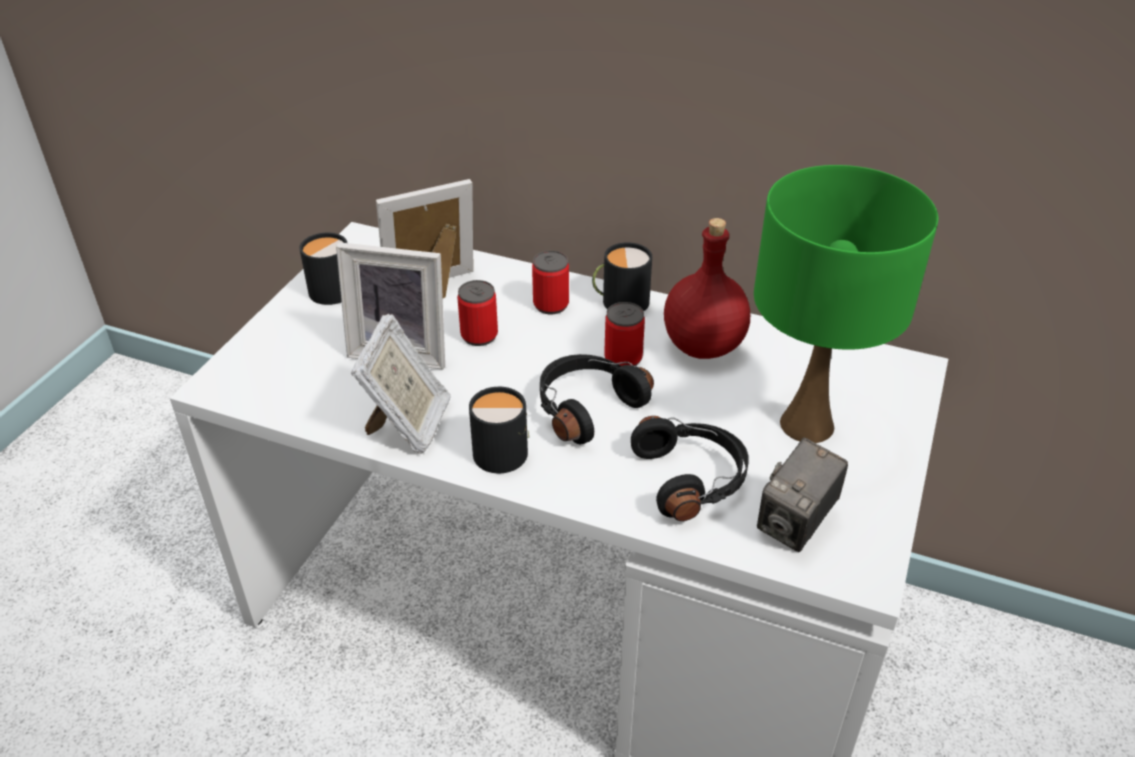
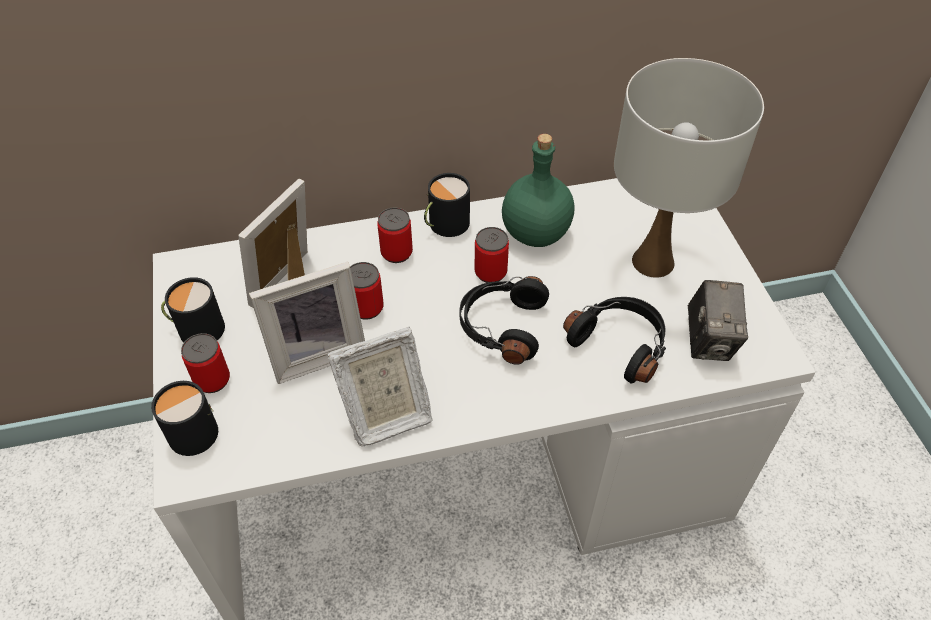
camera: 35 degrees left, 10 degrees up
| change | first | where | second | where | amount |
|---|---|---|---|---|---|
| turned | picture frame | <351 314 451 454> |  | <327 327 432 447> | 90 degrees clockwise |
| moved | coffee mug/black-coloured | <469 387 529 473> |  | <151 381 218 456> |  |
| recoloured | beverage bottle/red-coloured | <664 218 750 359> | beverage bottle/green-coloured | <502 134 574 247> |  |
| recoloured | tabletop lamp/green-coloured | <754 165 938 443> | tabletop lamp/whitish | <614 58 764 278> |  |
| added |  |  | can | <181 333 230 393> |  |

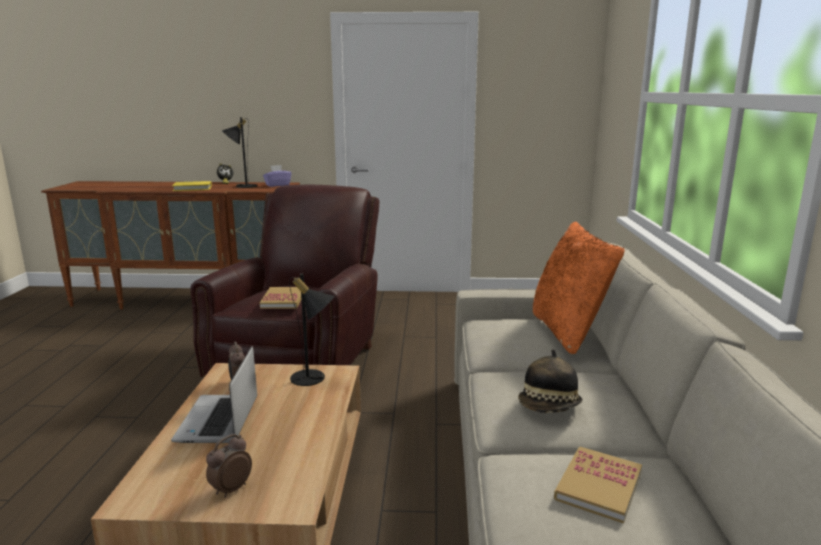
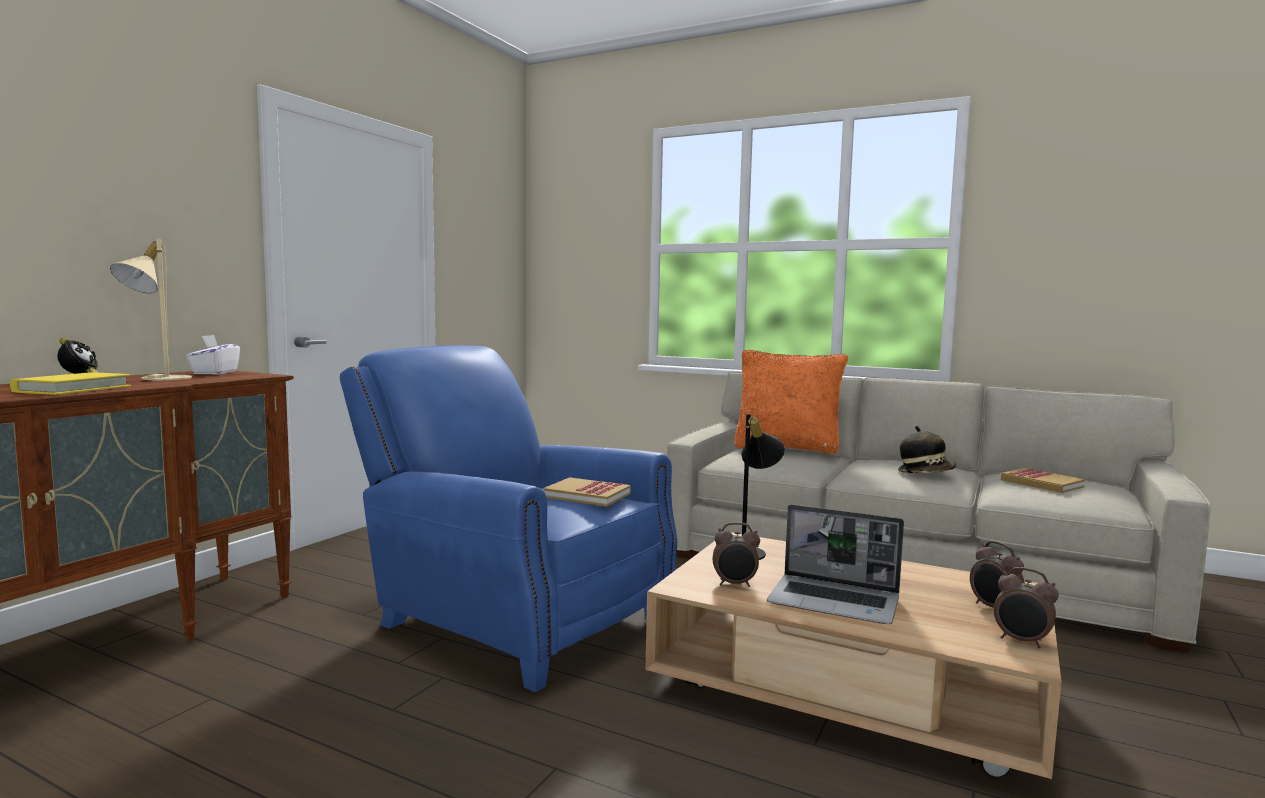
camera: 65 degrees left, 10 degrees down
| change | first | where | second | where | amount |
|---|---|---|---|---|---|
| recoloured | armchair/brown | <190 185 380 377> | armchair/blue | <340 345 677 693> |  |
| recoloured | tabletop lamp/black-coloured | <222 117 257 188> | tabletop lamp/sand-coloured | <110 239 192 380> |  |
| recoloured | tissue holder/purple | <263 165 292 187> | tissue holder/whitish | <186 335 240 374> |  |
| added |  |  | alarm clock | <994 567 1059 648> |  |

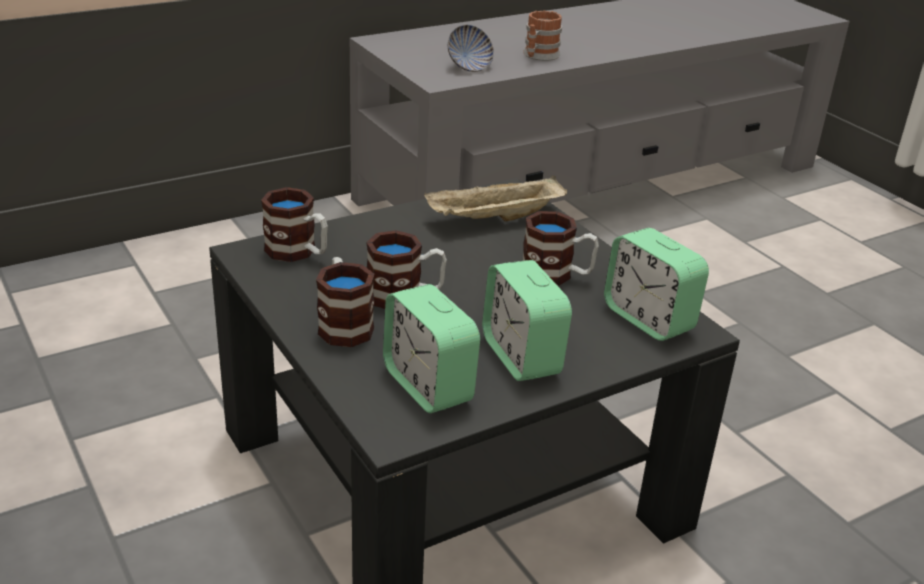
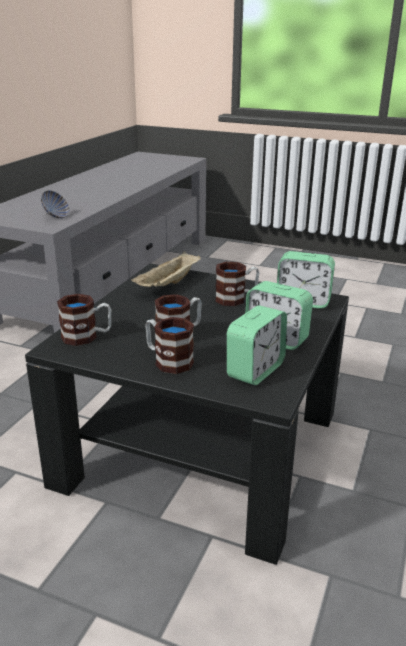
camera: 35 degrees left, 5 degrees down
| change | first | where | second | where | amount |
|---|---|---|---|---|---|
| turned | alarm clock | <383 284 480 413> |  | <227 305 287 385> | 75 degrees counterclockwise |
| removed | coffee mug | <523 10 562 61> |  |  |  |

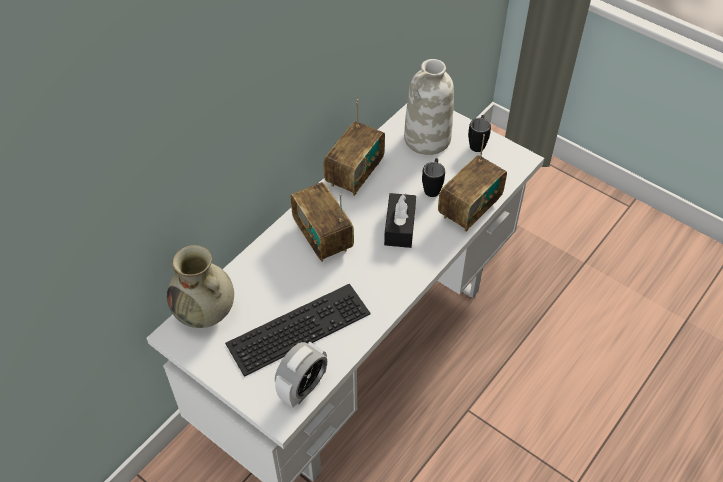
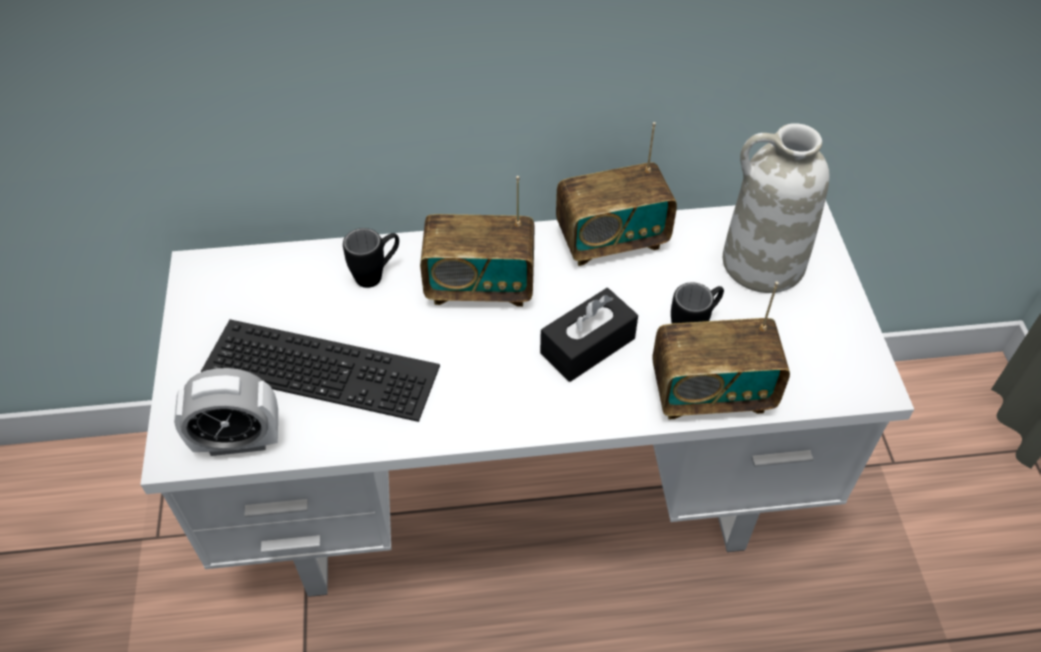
camera: 45 degrees right, 0 degrees up
| change | first | where | second | where | amount |
|---|---|---|---|---|---|
| removed | flower vase/sand-coloured | <167 245 234 328> |  |  |  |
| turned | radio receiver | <290 182 354 262> |  | <420 176 534 307> | 105 degrees counterclockwise |
| moved | coffee mug/black-coloured | <468 115 491 152> |  | <343 228 399 288> |  |

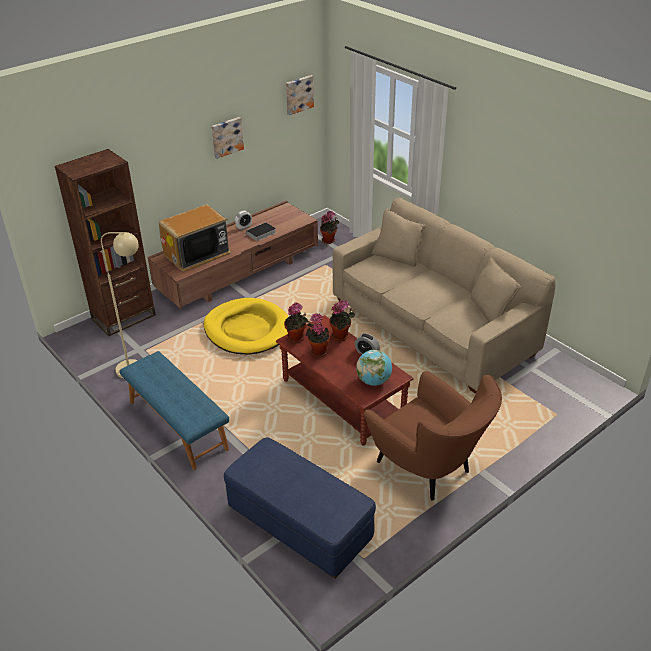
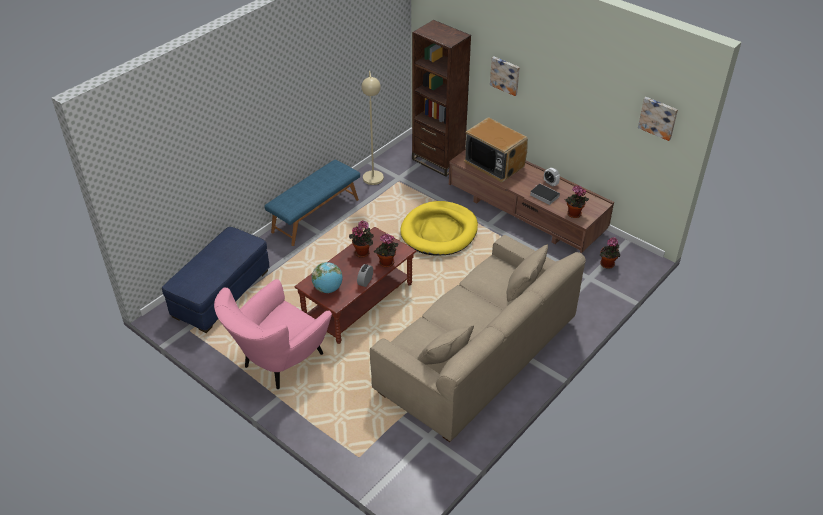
camera: 80 degrees right, 5 degrees up
| change | first | where | second | where | amount |
|---|---|---|---|---|---|
| moved | wall art | <211 117 244 159> |  | <490 56 520 96> |  |
| moved | potted plant | <284 302 308 343> |  | <564 185 589 218> |  |
| recoloured | armchair/brown | <364 371 502 500> | armchair/pink-coloured | <214 279 332 389> |  |

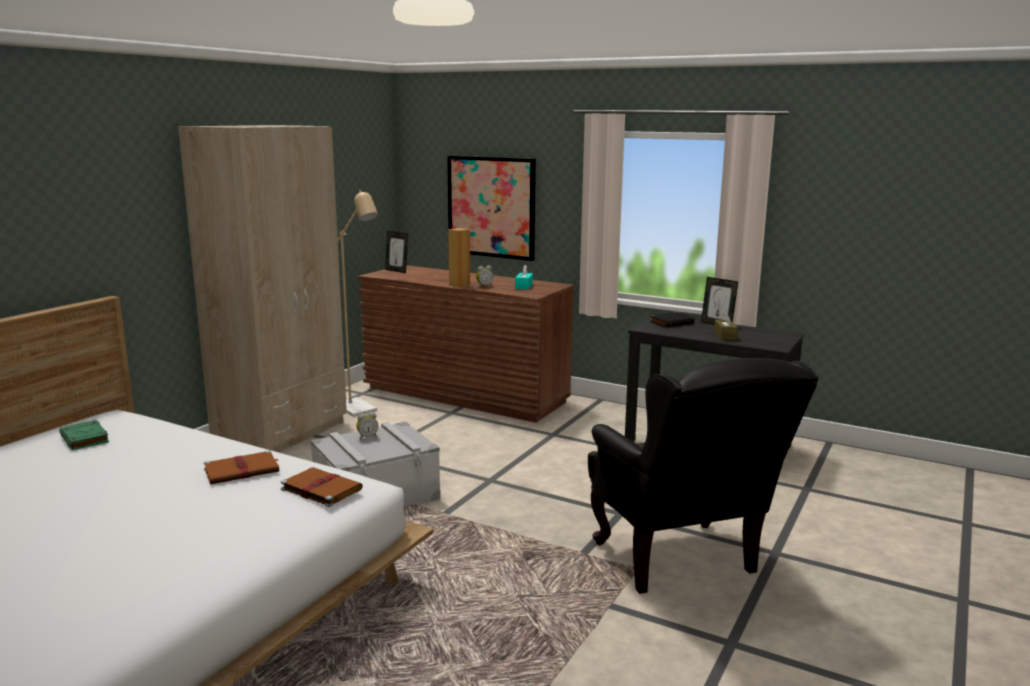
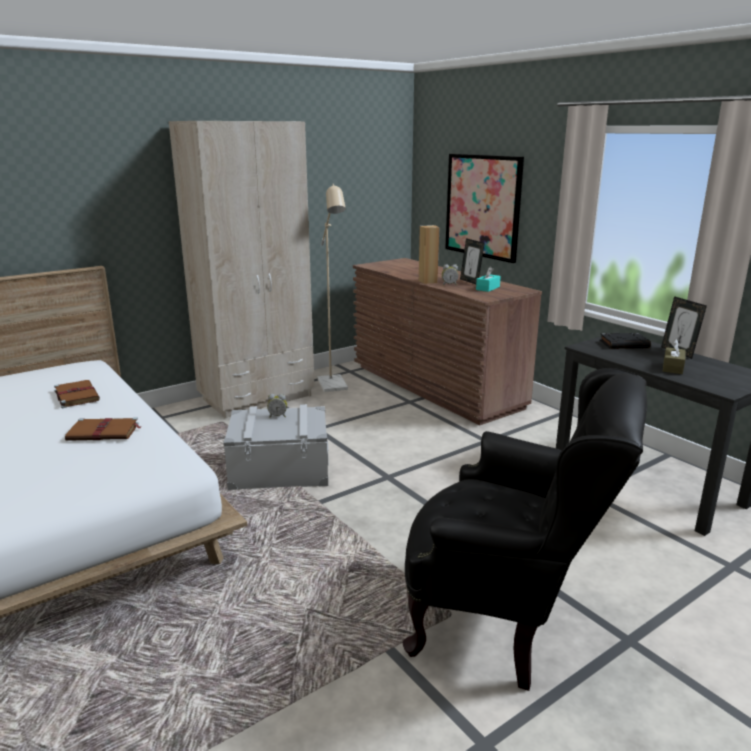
camera: 25 degrees right, 5 degrees up
| change | first | where | second | where | amount |
|---|---|---|---|---|---|
| removed | book/green-coloured | <59 420 109 450> |  |  |  |
| moved | book/brown | <281 467 363 507> |  | <54 380 100 408> |  |
| moved | picture frame | <385 231 408 273> |  | <460 238 485 284> |  |
| turned | armchair/black-coloured | <588 358 818 594> |  | <403 368 647 691> | 75 degrees counterclockwise |

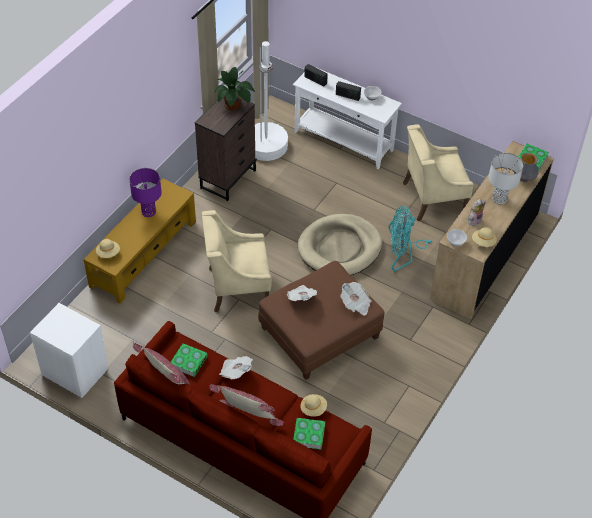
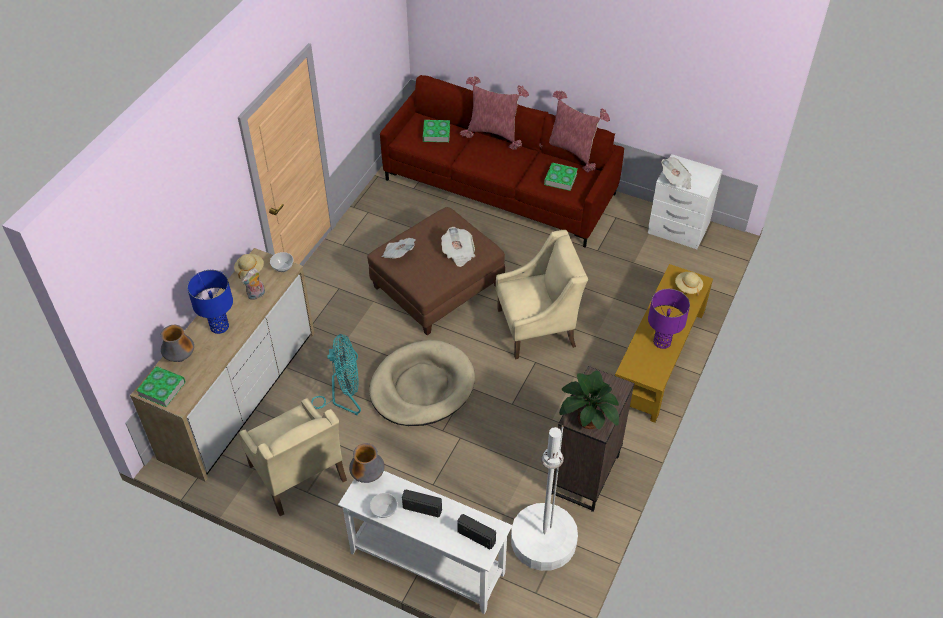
camera: 175 degrees right, 0 degrees up
| change | first | where | second | where | amount |
|---|---|---|---|---|---|
| moved | printed paper | <219 356 252 379> |  | <661 157 692 189> |  |
| removed | wearable hat/sand-coloured | <300 394 327 417> |  |  |  |
| turned | armchair/sand-coloured | <403 124 474 221> |  | <239 398 347 516> | 75 degrees clockwise |
| recoloured | tabletop lamp/whitish | <488 153 523 204> | tabletop lamp/blue | <187 270 233 334> |  |
| added |  |  | flower vase | <349 443 384 483> |  |

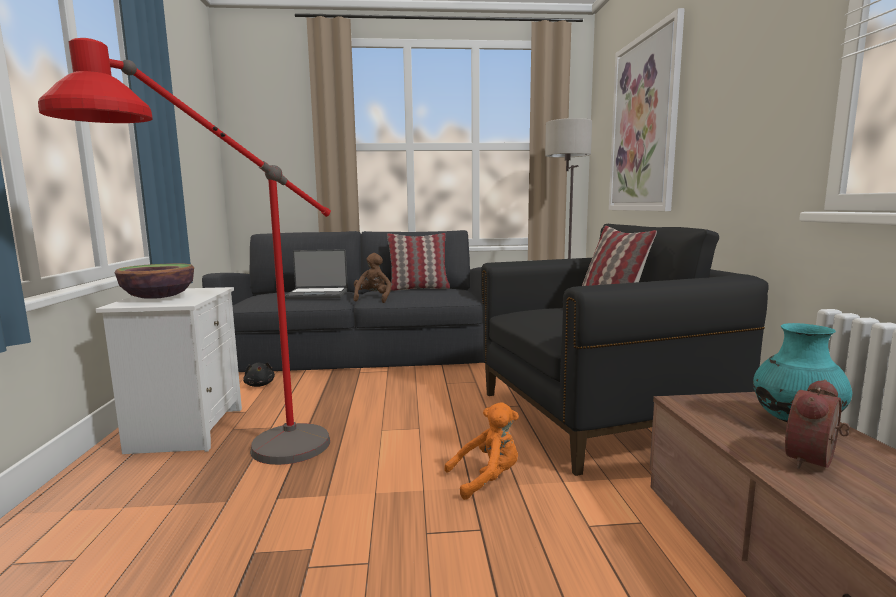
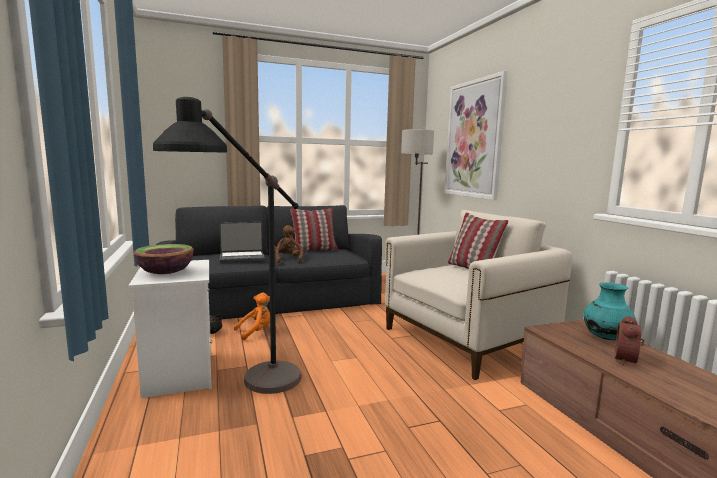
camera: 15 degrees left, 0 degrees up
| change | first | where | second | where | amount |
|---|---|---|---|---|---|
| recoloured | standard lamp/red-coloured | <38 38 331 465> | standard lamp/black-coloured | <153 97 301 394> |  |
| moved | soft toy/orangey | <444 402 519 500> |  | <234 293 270 340> |  |
| recoloured | armchair/black-coloured | <481 224 769 476> | armchair/sand-coloured | <385 210 573 380> |  |

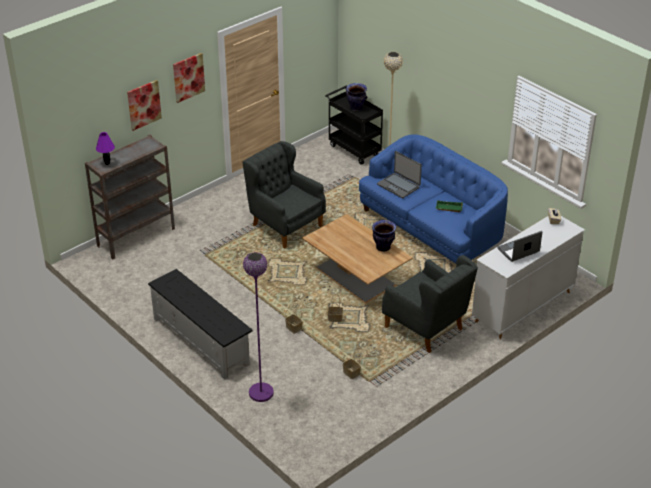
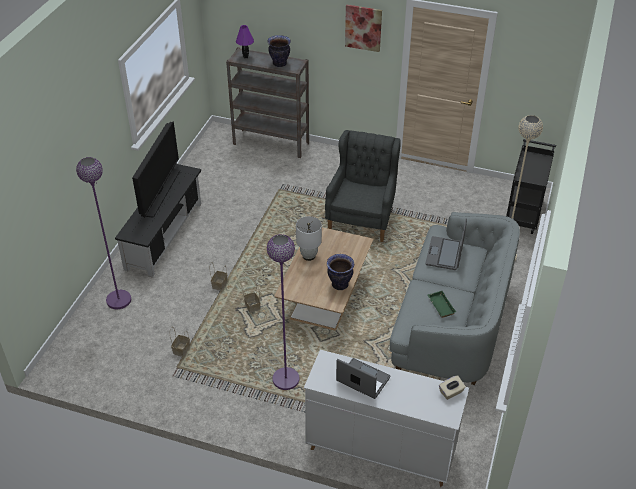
camera: 60 degrees right, 5 degrees up
| change | first | where | second | where | amount |
|---|---|---|---|---|---|
| removed | wall art | <127 80 162 131> |  |  |  |
| moved | flower vase | <346 83 367 111> |  | <267 35 291 67> |  |
| recoloured | couch/blue | <359 134 508 263> | couch/greyish | <389 212 520 385> |  |
| replaced | armchair/greyish | <382 255 478 353> | standard lamp/purple | <267 234 299 390> |  |
| added |  |  | TV set | <132 121 180 218> |  |
| added |  |  | tabletop lamp/whitish | <296 216 322 261> |  |

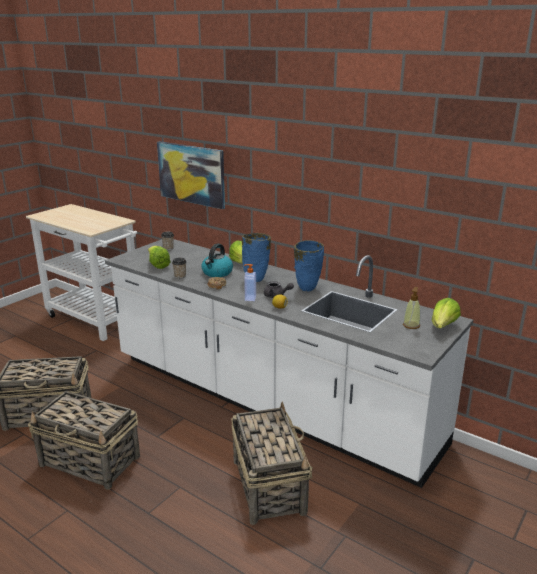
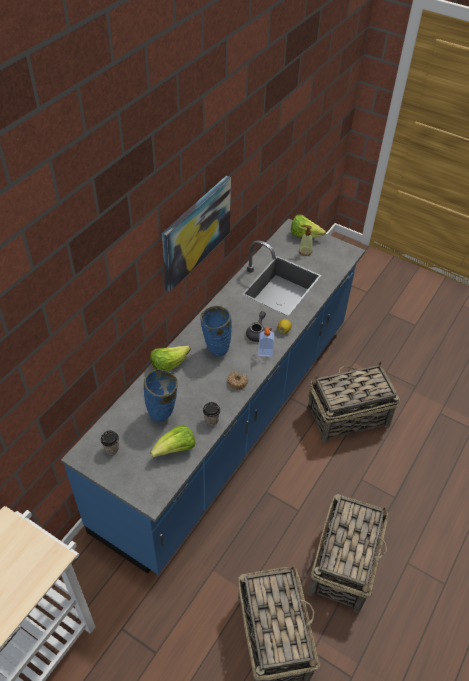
camera: 95 degrees left, 25 degrees up
| change | first | where | second | where | amount |
|---|---|---|---|---|---|
| recoloured | kitchen base unit/whitish | <105 239 473 488> | kitchen base unit/blue | <61 218 365 575> |  |
| moved | wall art | <157 141 225 209> |  | <162 176 231 292> |  |
| removed | kettle | <201 244 233 277> |  |  |  |
| moved | flower vase/blue | <294 240 324 292> |  | <144 369 178 422> |  |

